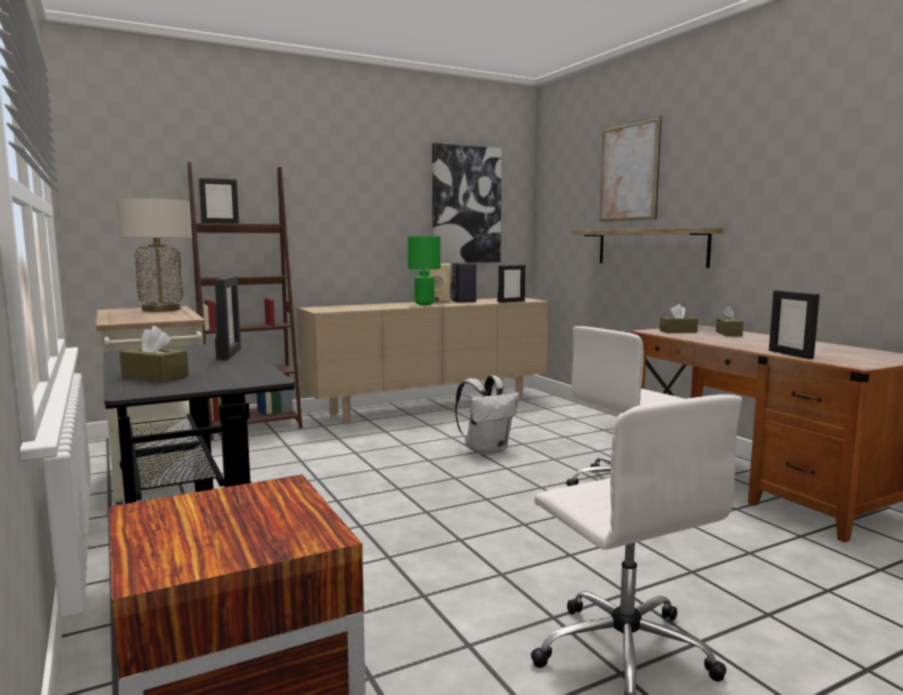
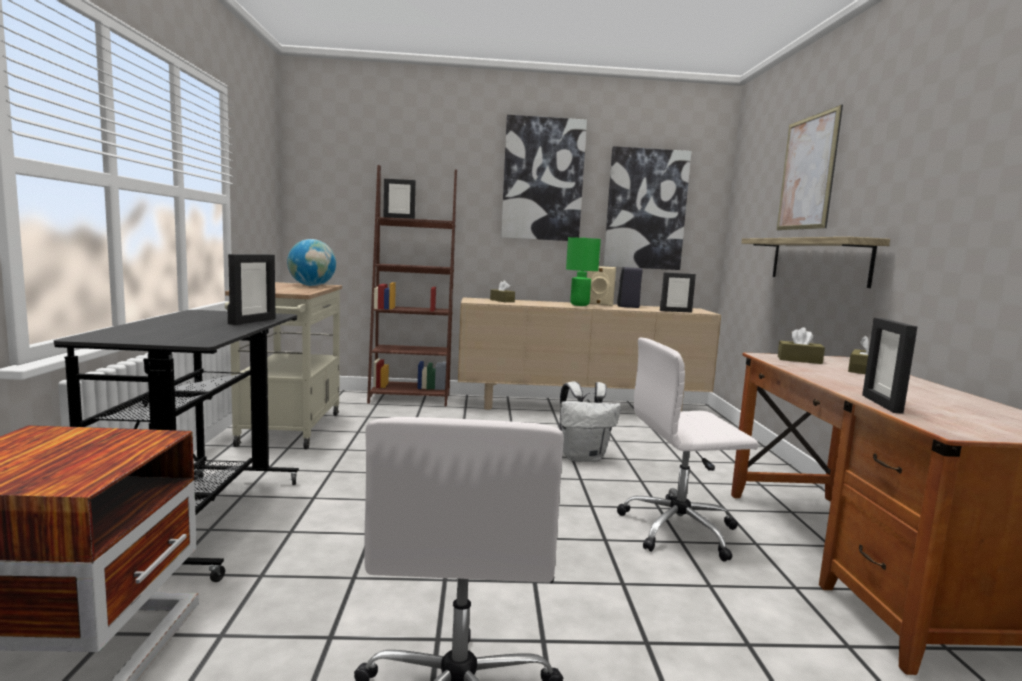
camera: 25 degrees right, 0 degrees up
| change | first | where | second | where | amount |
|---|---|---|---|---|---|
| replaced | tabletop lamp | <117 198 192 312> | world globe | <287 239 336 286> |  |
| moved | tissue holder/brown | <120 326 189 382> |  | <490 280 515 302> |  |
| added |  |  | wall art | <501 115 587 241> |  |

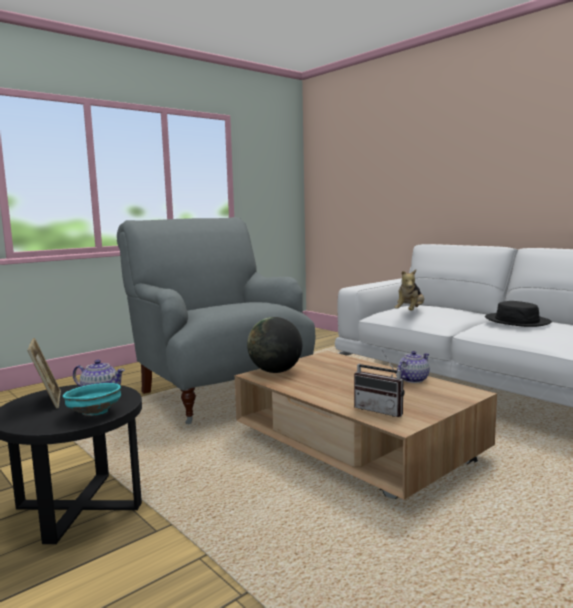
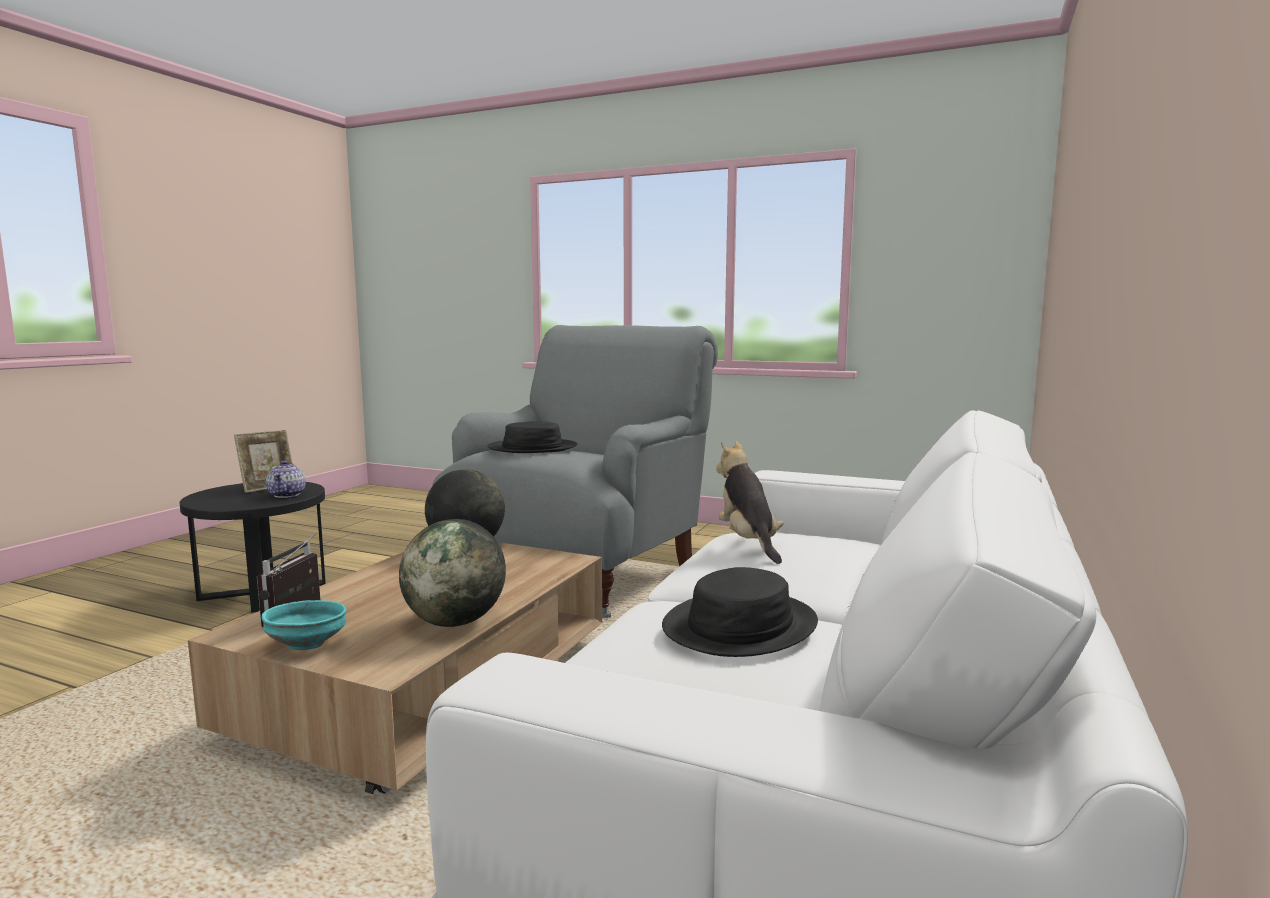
camera: 65 degrees right, 0 degrees up
| change | first | where | second | where | amount |
|---|---|---|---|---|---|
| moved | serving bowl/blue-green | <63 383 121 416> |  | <262 600 347 650> |  |
| turned | soft toy | <394 269 424 310> |  | <716 441 784 564> | 75 degrees clockwise |
| replaced | teapot | <397 351 429 383> | world globe | <399 519 506 627> |  |
| added |  |  | wearable hat/black-coloured | <487 421 577 453> |  |

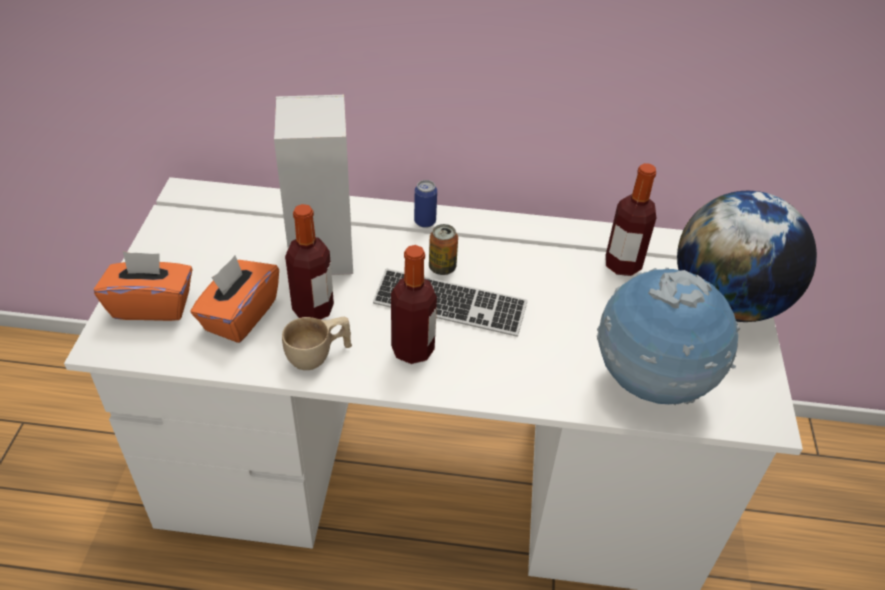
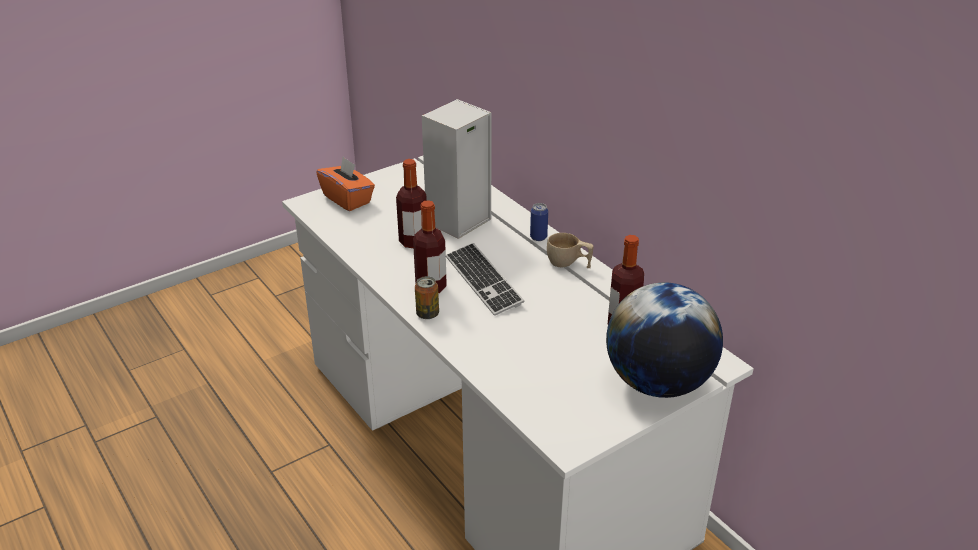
camera: 50 degrees right, 10 degrees down
| change | first | where | second | where | amount |
|---|---|---|---|---|---|
| removed | tissue holder/orangey | <190 255 279 343> |  |  |  |
| moved | small cup/sand-coloured | <282 317 352 370> |  | <547 233 594 268> |  |
| moved | can | <429 224 458 275> |  | <415 276 439 319> |  |
| removed | world globe | <597 268 740 406> |  |  |  |

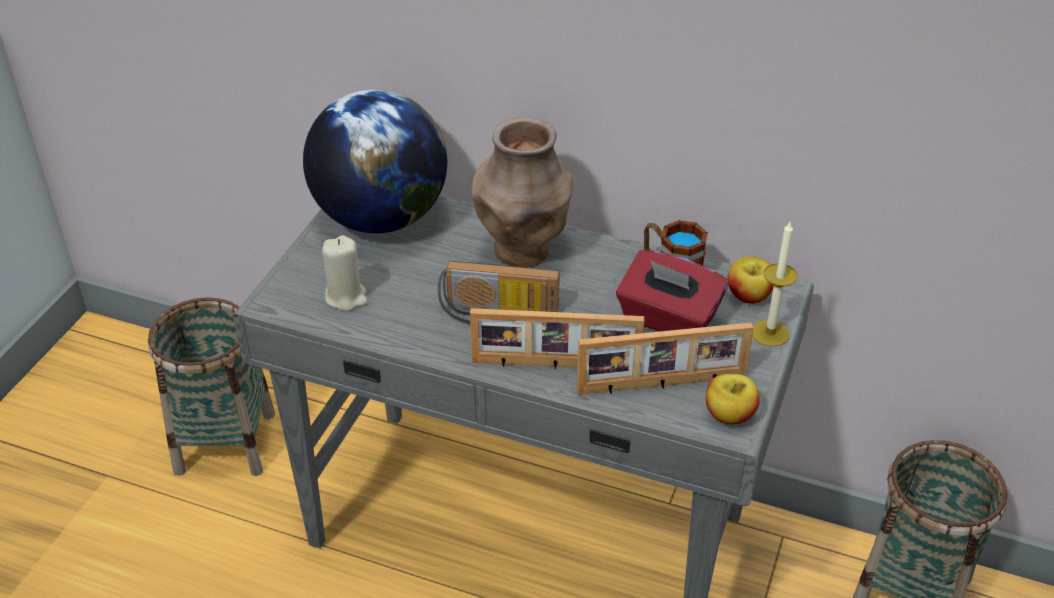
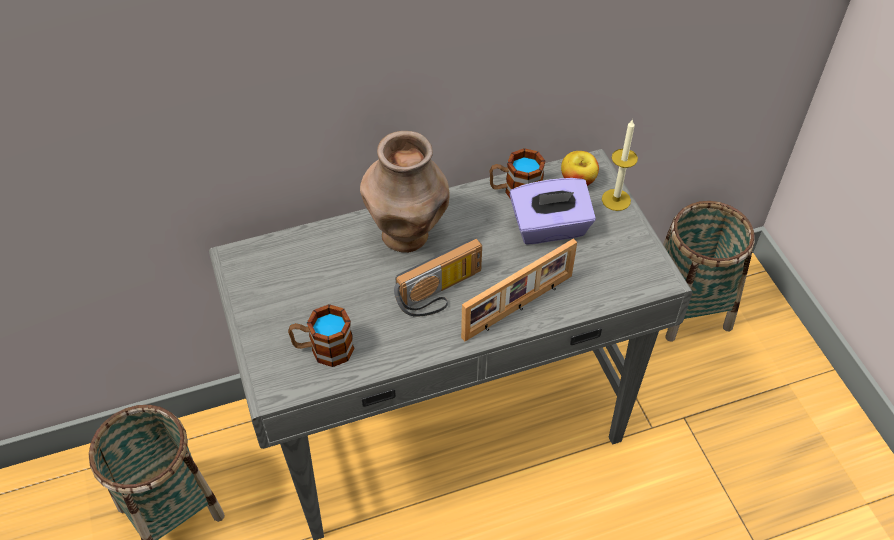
camera: 40 degrees left, 10 degrees up
| change | first | where | second | where | amount |
|---|---|---|---|---|---|
| removed | world globe | <303 89 447 233> |  |  |  |
| replaced | candle/sand-coloured | <322 235 368 311> | coffee mug | <288 304 354 367> |  |
| removed | picture frame | <577 322 754 395> |  |  |  |
| recoloured | tissue holder/red-coloured | <616 250 729 332> | tissue holder/purple | <509 178 596 245> |  |
| removed | apple fruit | <706 374 760 424> |  |  |  |

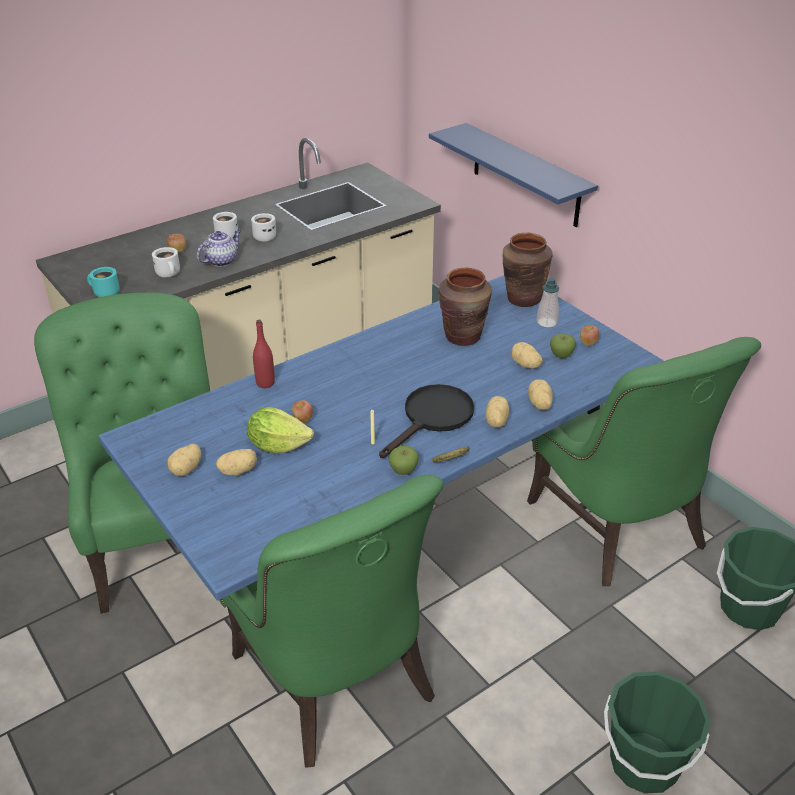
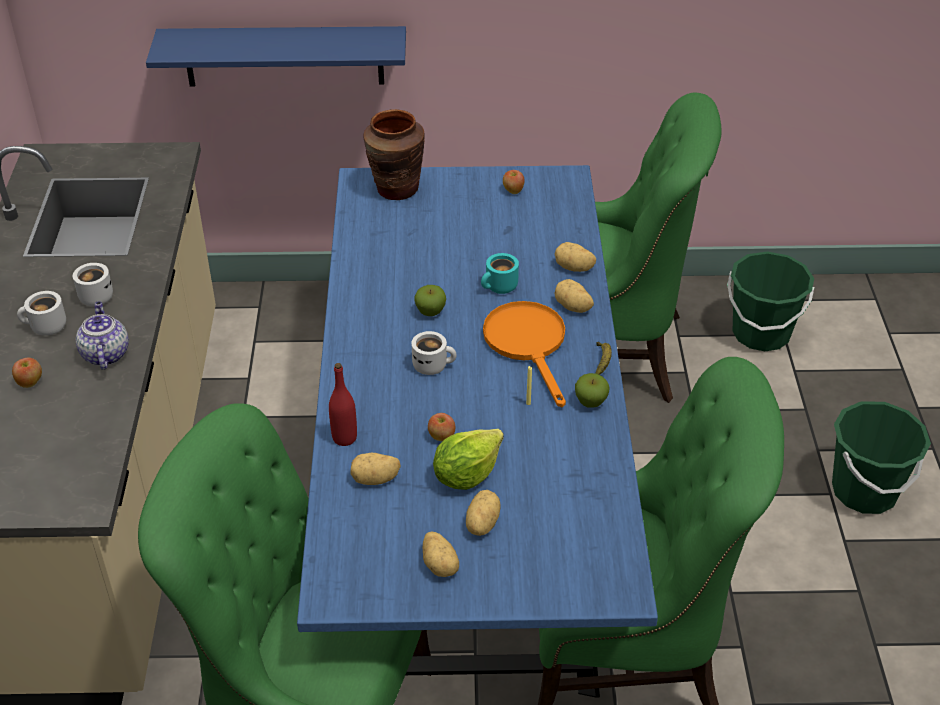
camera: 55 degrees left, 5 degrees up
| change | first | where | second | where | amount |
|---|---|---|---|---|---|
| moved | coffee mug/blue-green | <87 267 120 297> |  | <481 253 519 294> |  |
| moved | coffee mug/whitish | <152 247 180 277> |  | <412 331 457 375> |  |
| recoloured | skillet/black-coloured | <379 384 474 458> | skillet/orangey | <483 301 566 407> |  |
| removed | flower vase/brown | <438 268 492 346> |  |  |  |
| moved | spud | <511 342 543 369> |  | <350 453 401 485> |  |
| removed | liquid soap bottle | <537 278 559 327> |  |  |  |
| moved | apple fruit | <550 334 576 358> |  | <414 285 446 316> |  |

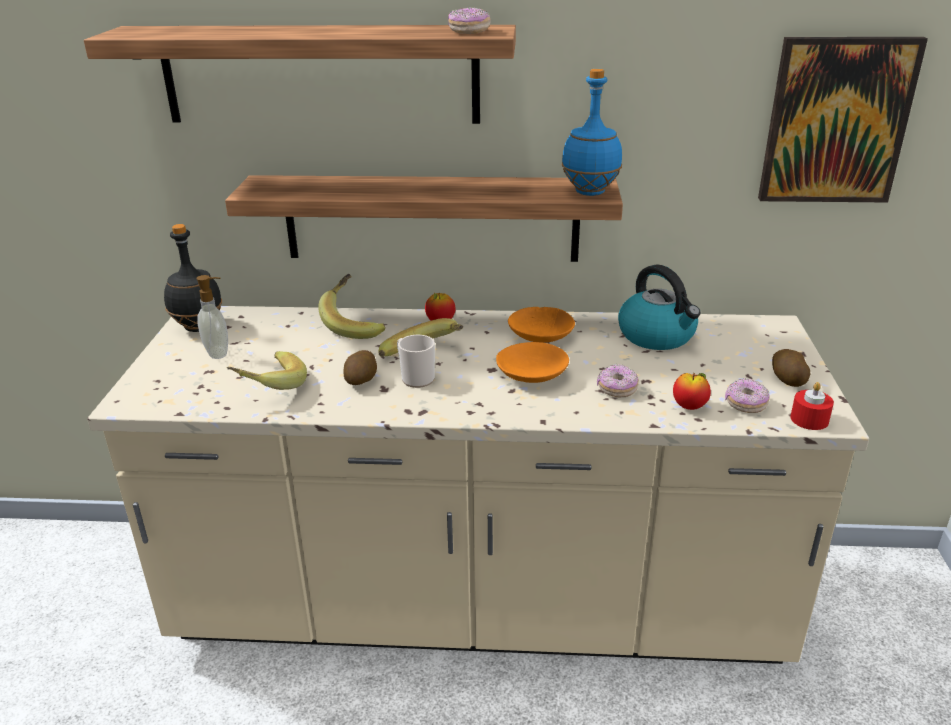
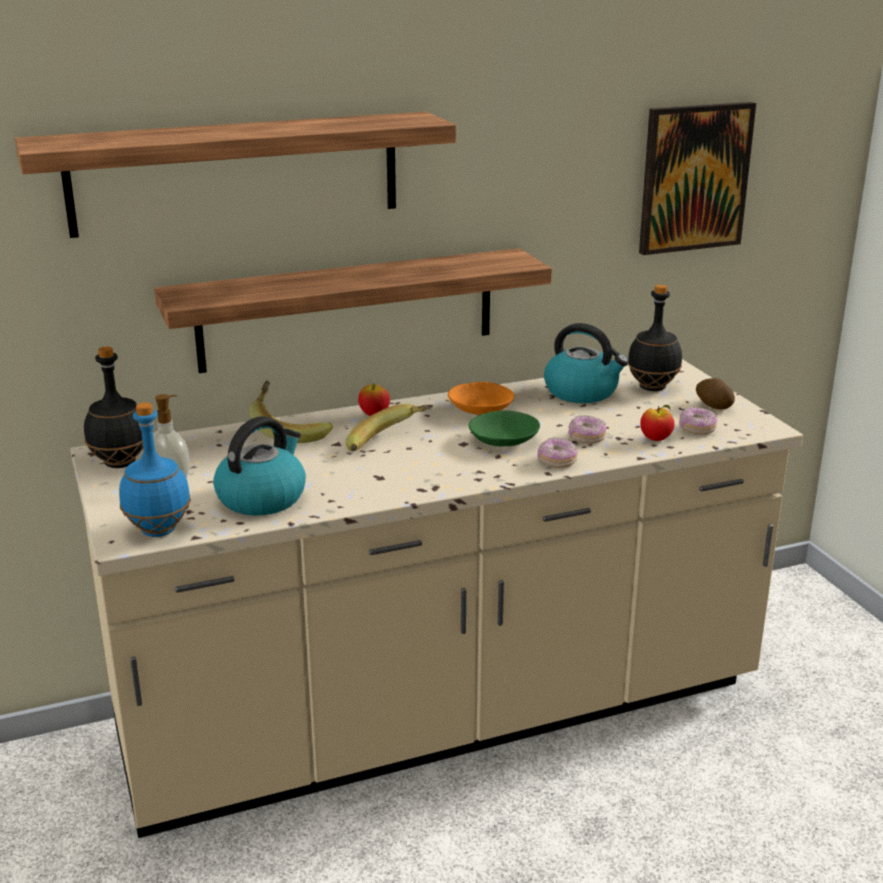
camera: 25 degrees left, 5 degrees down
| change | first | where | second | where | amount |
|---|---|---|---|---|---|
| replaced | banana | <227 351 307 390> | kettle | <213 416 306 515> |  |
| removed | spud | <343 350 377 385> |  |  |  |
| removed | coffee mug | <397 335 435 388> |  |  |  |
| moved | donut | <448 7 491 34> |  | <537 437 578 468> |  |
| recoloured | serving bowl/orangey | <496 342 569 383> | serving bowl/green-coloured | <469 411 540 447> |  |
| moved | beverage bottle/blue | <562 69 622 196> |  | <119 402 191 537> |  |
| removed | candle/red-coloured | <790 382 834 430> |  |  |  |
| added |  |  | beverage bottle/black-coloured | <628 284 682 391> |  |

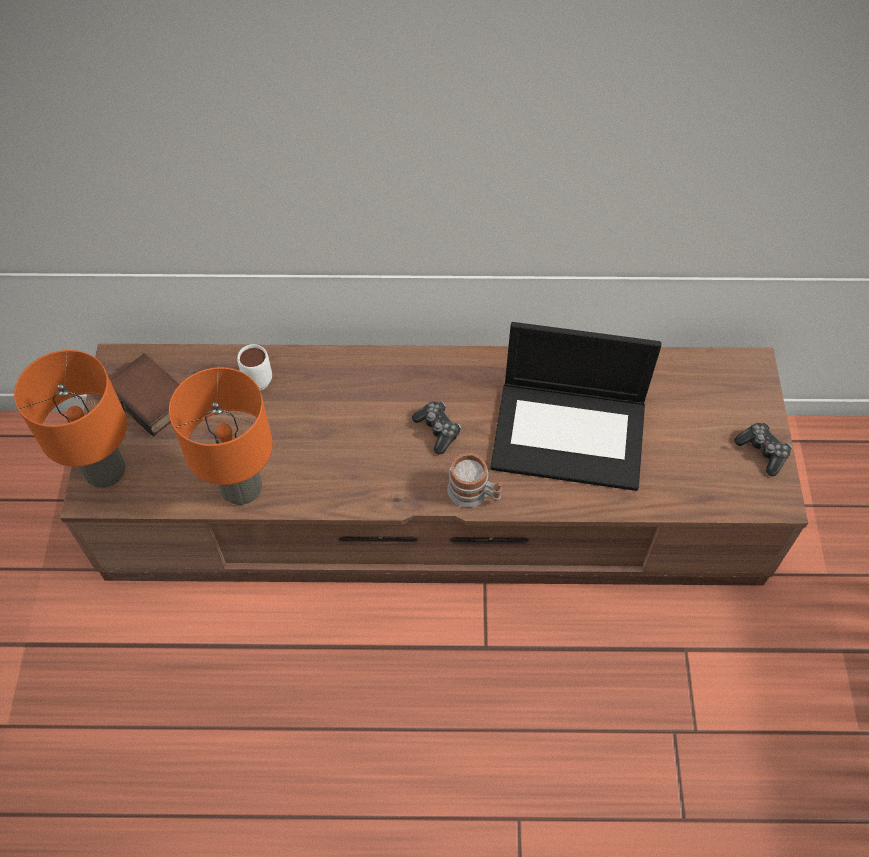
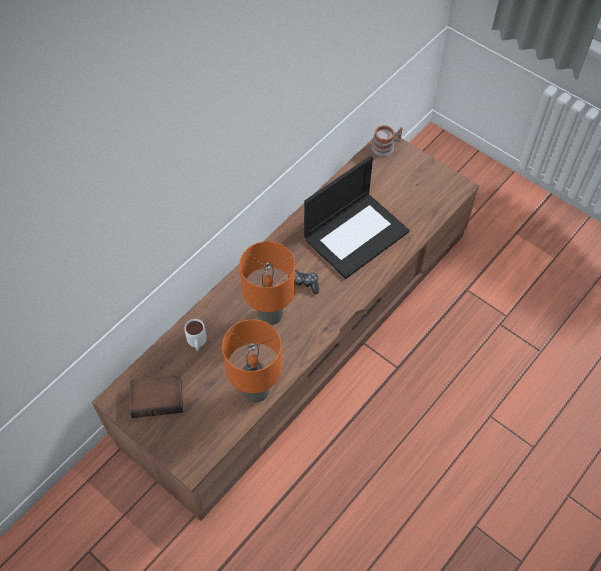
camera: 50 degrees left, 0 degrees up
| change | first | where | second | where | amount |
|---|---|---|---|---|---|
| moved | tabletop lamp/orangey | <14 350 127 488> |  | <239 241 295 326> |  |
| moved | coffee mug | <447 453 502 507> |  | <372 125 403 156> |  |
| removed | game controller | <734 423 792 476> |  |  |  |

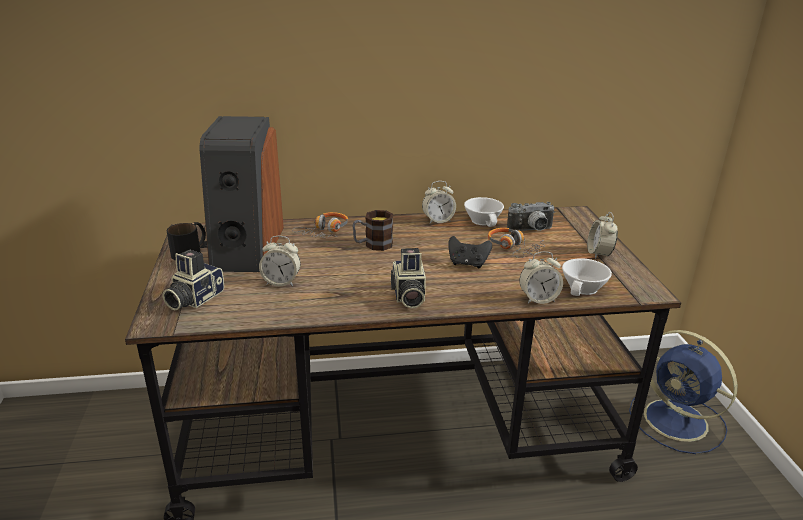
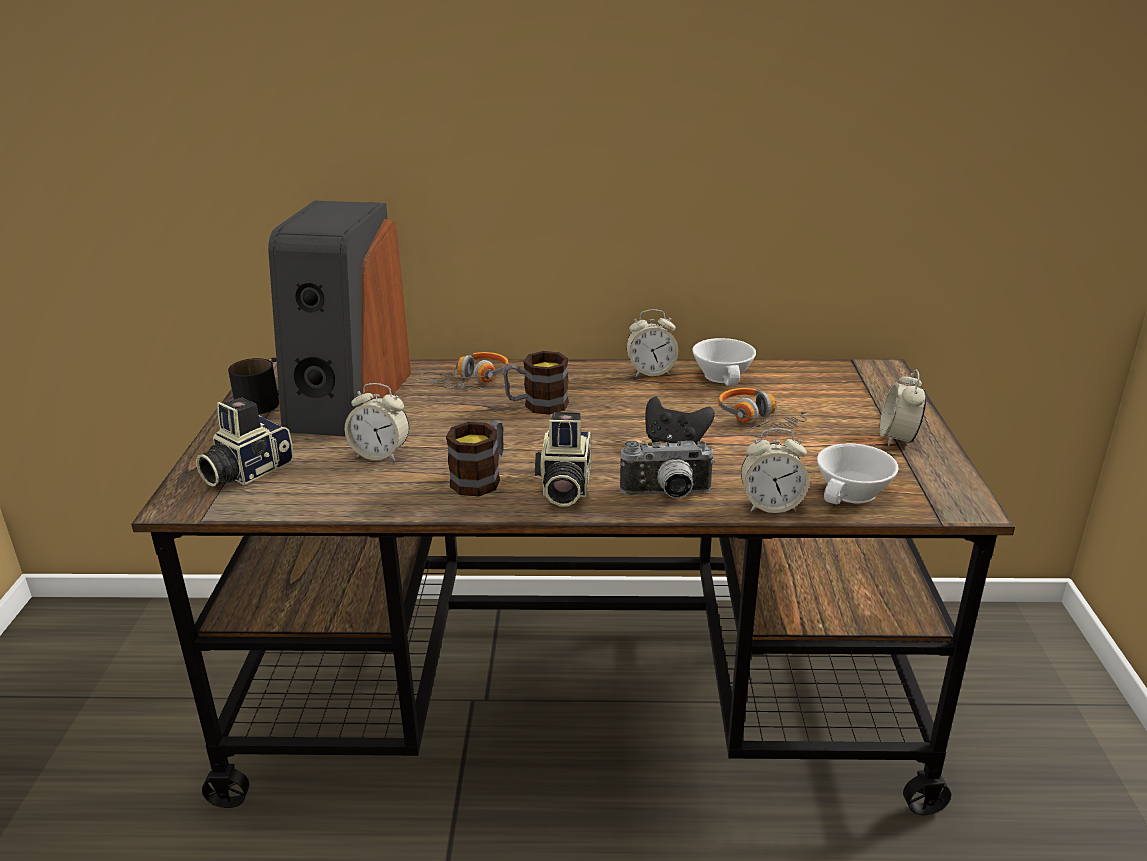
camera: 10 degrees right, 0 degrees up
| change | first | where | second | where | amount |
|---|---|---|---|---|---|
| moved | photo camera | <507 202 555 231> |  | <620 441 715 498> |  |
| removed | electric fan/blue | <629 330 738 454> |  |  |  |
| added |  |  | coffee mug | <446 420 503 496> |  |

